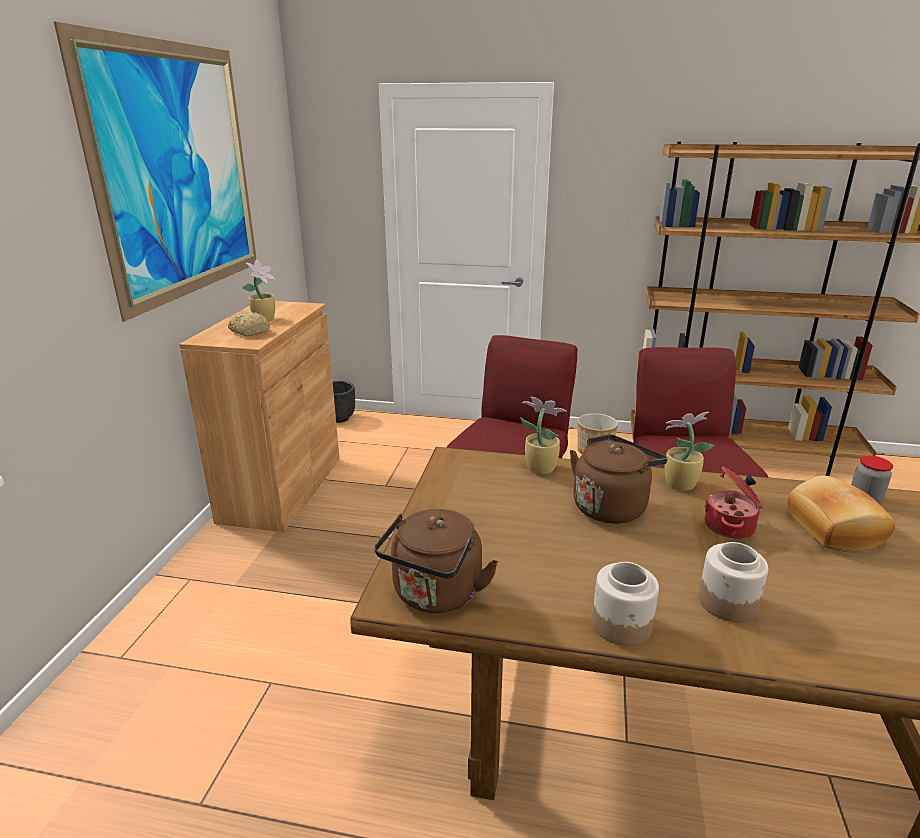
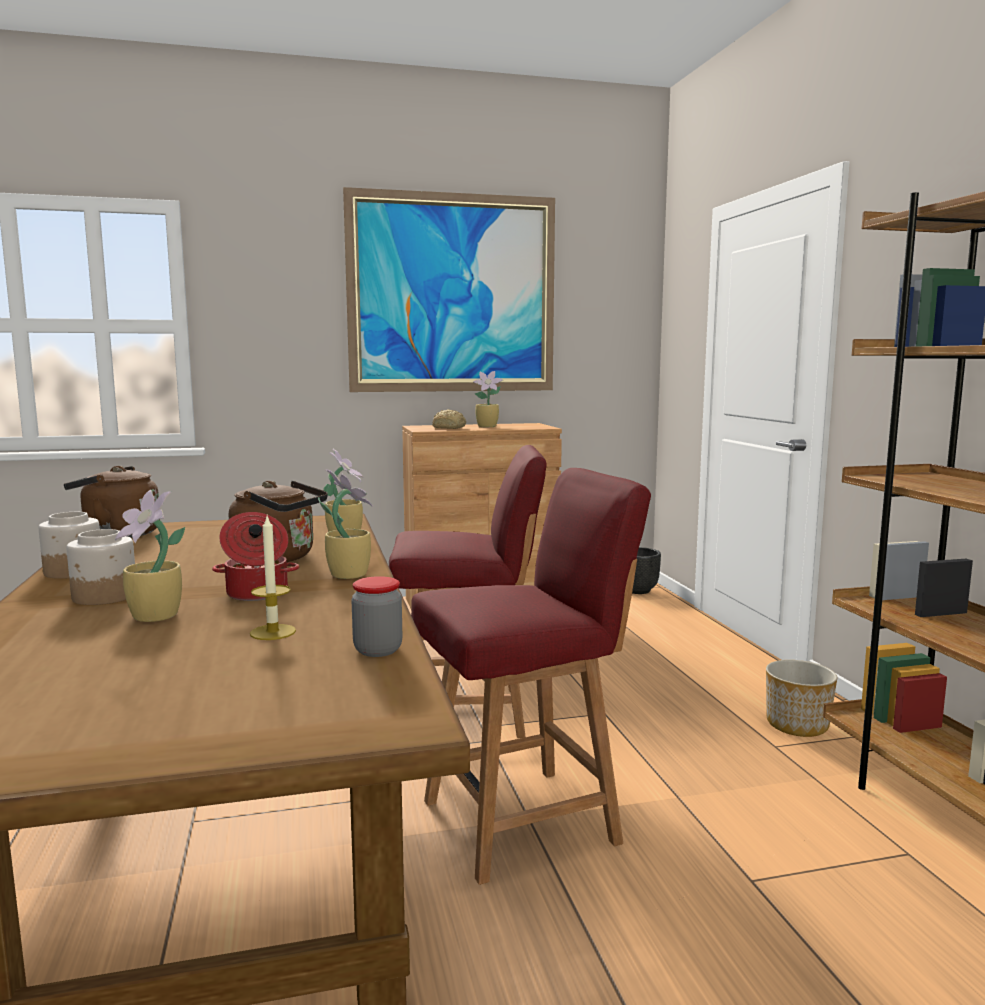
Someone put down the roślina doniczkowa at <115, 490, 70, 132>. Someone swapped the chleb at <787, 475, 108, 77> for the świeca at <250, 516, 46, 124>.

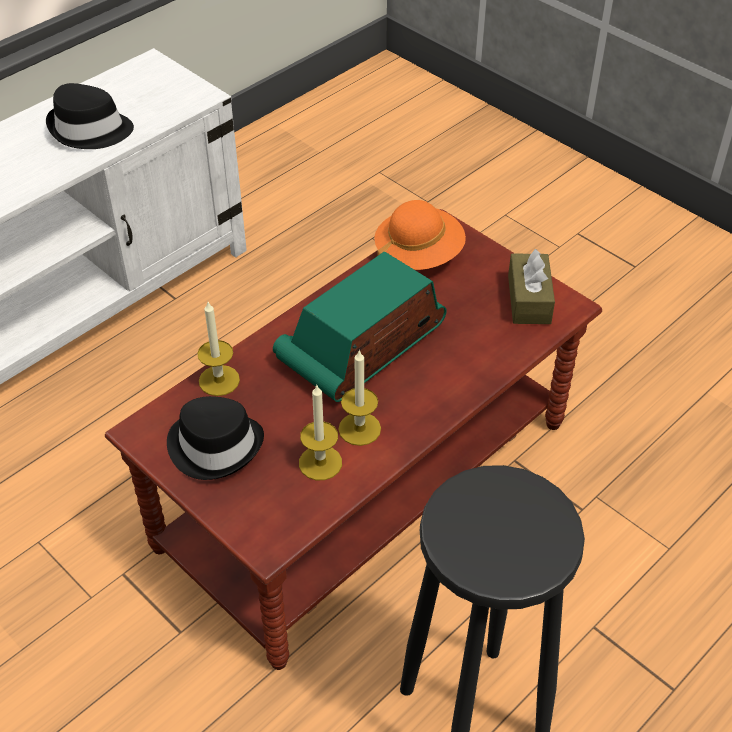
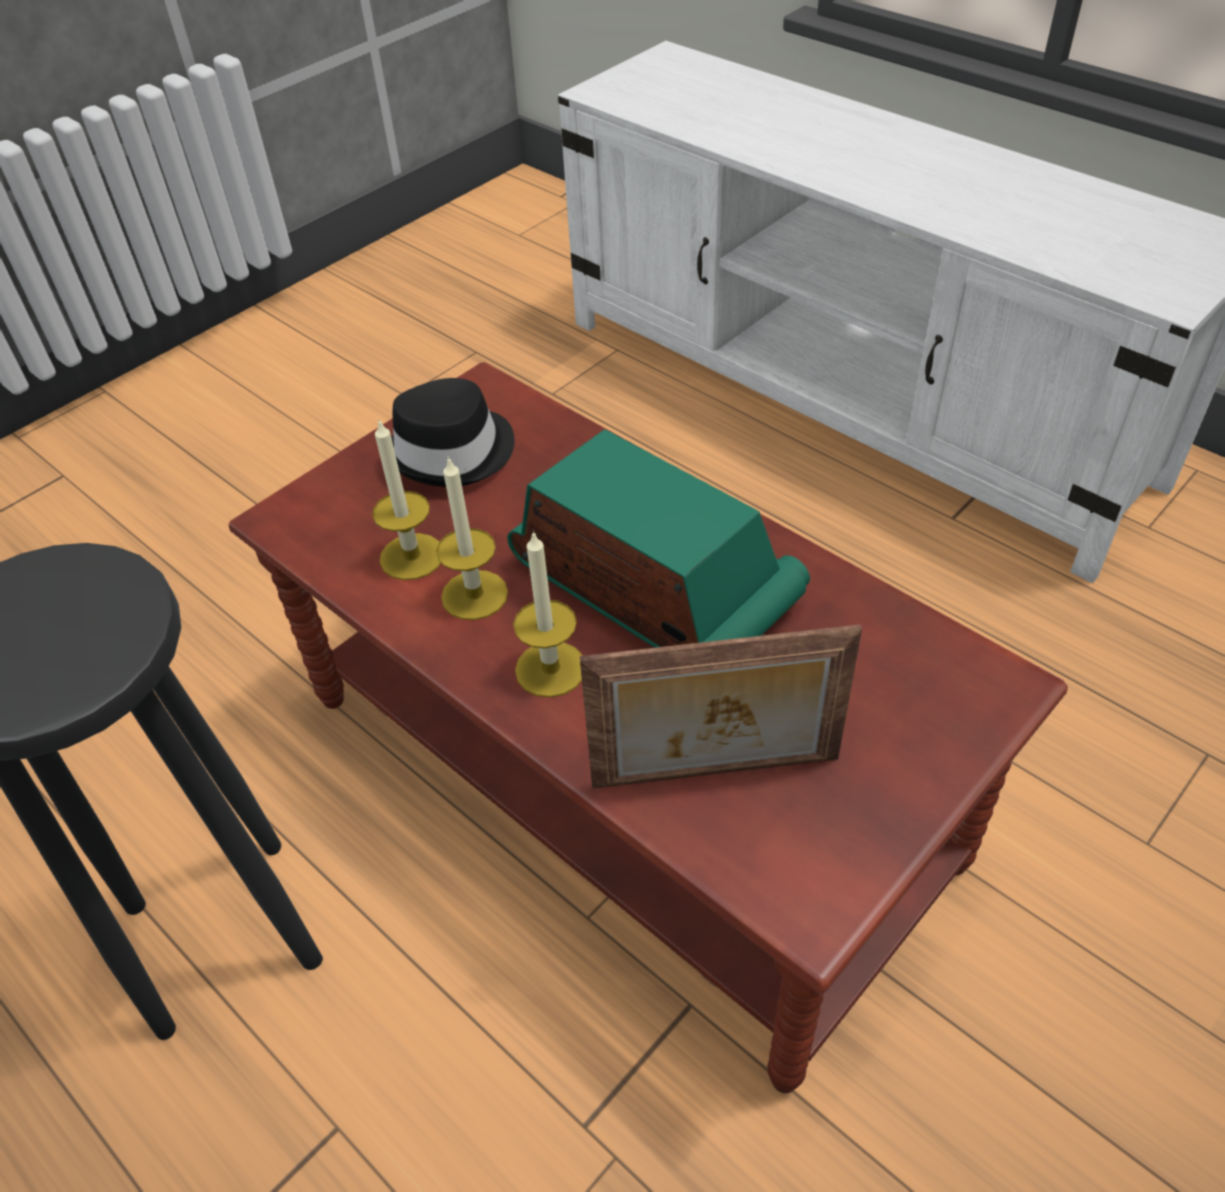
Someone took away the kapelusz/czarny at <46, 83, 88, 66>. Someone took away the kapelusz/pomarańczowy at <374, 200, 92, 70>. Someone took away the pudełko chusteczek/brązowy at <508, 249, 47, 75>. Someone put down the ramka na zdjęcie at <580, 624, 282, 165>. Someone carried the świeca from <197, 302, 43, 94> to <513, 530, 70, 168>.

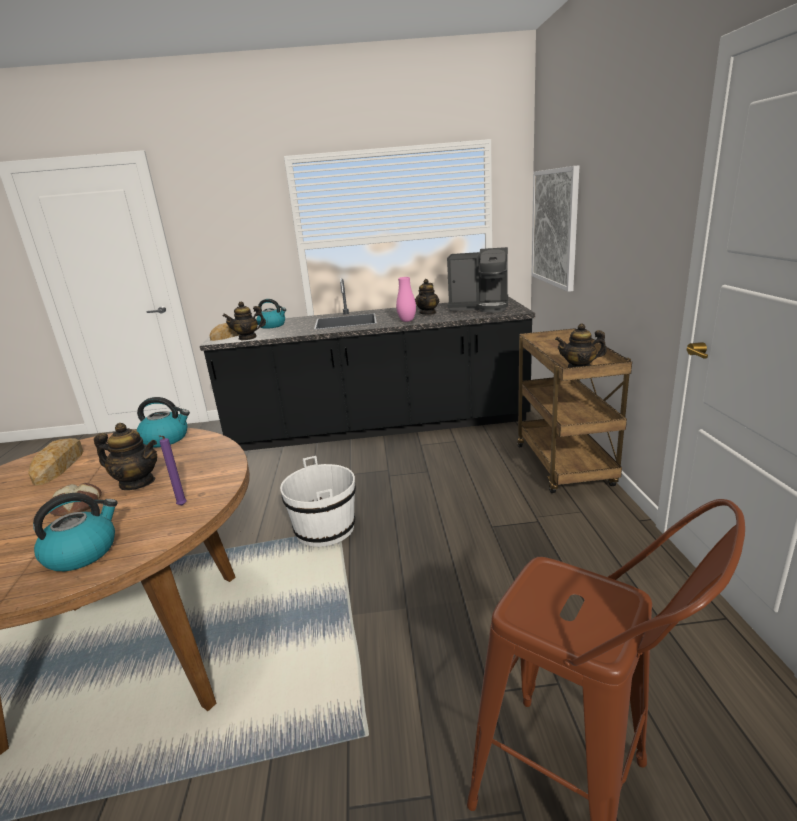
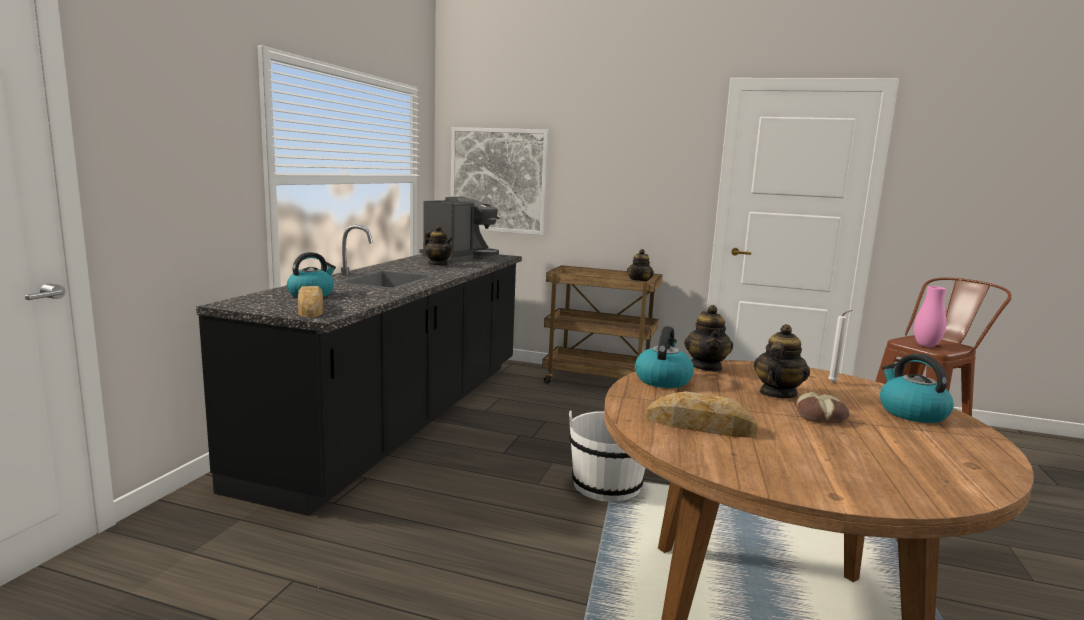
Someone carried the imbryk from <223, 302, 43, 38> to <684, 305, 49, 67>. Someone carried the wazon/różowy from <396, 277, 20, 45> to <914, 286, 32, 61>. Someone repainted the świeca/fioletowy at <159, 435, 28, 71>, which became the świeca/biały at <828, 310, 24, 73>.

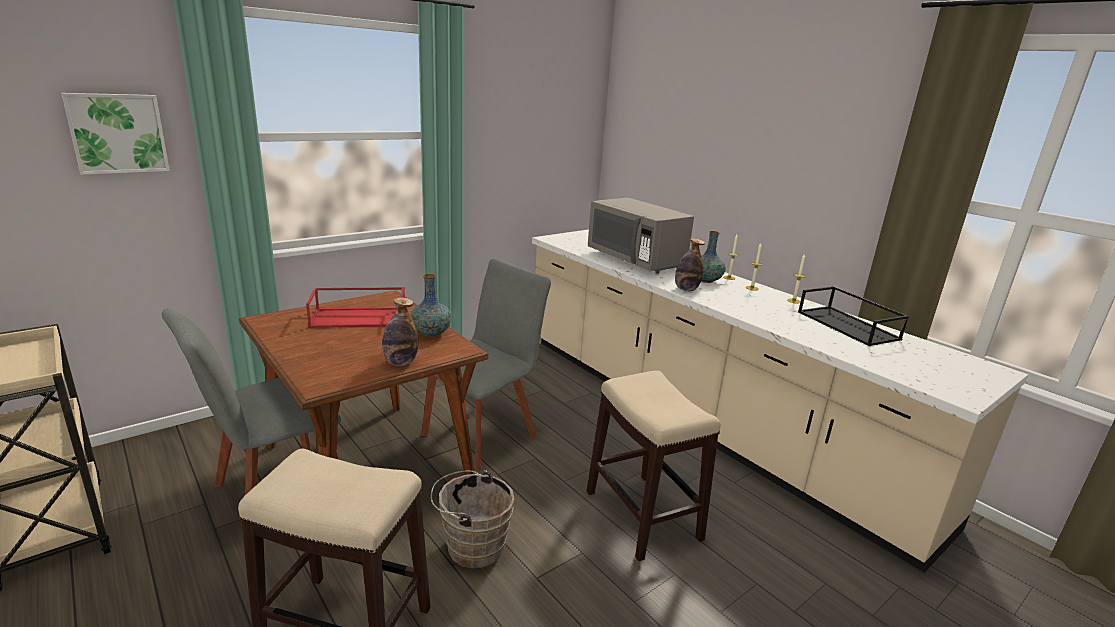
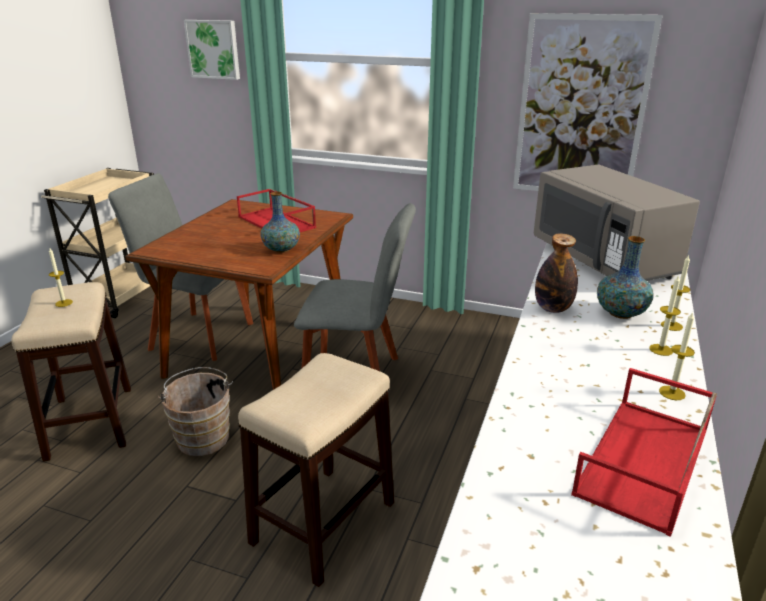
Someone took away the butelka at <382, 297, 36, 69>. Someone put down the świeca at <49, 249, 24, 58>. Someone put up the obraz at <513, 13, 150, 178>. Someone repainted the taca/czarny at <798, 286, 111, 60>, which became the taca/czerwony at <571, 368, 146, 169>. Someone rotated the mikrofalówka/szary at <588, 198, 106, 76> by 45 degrees counterclockwise.

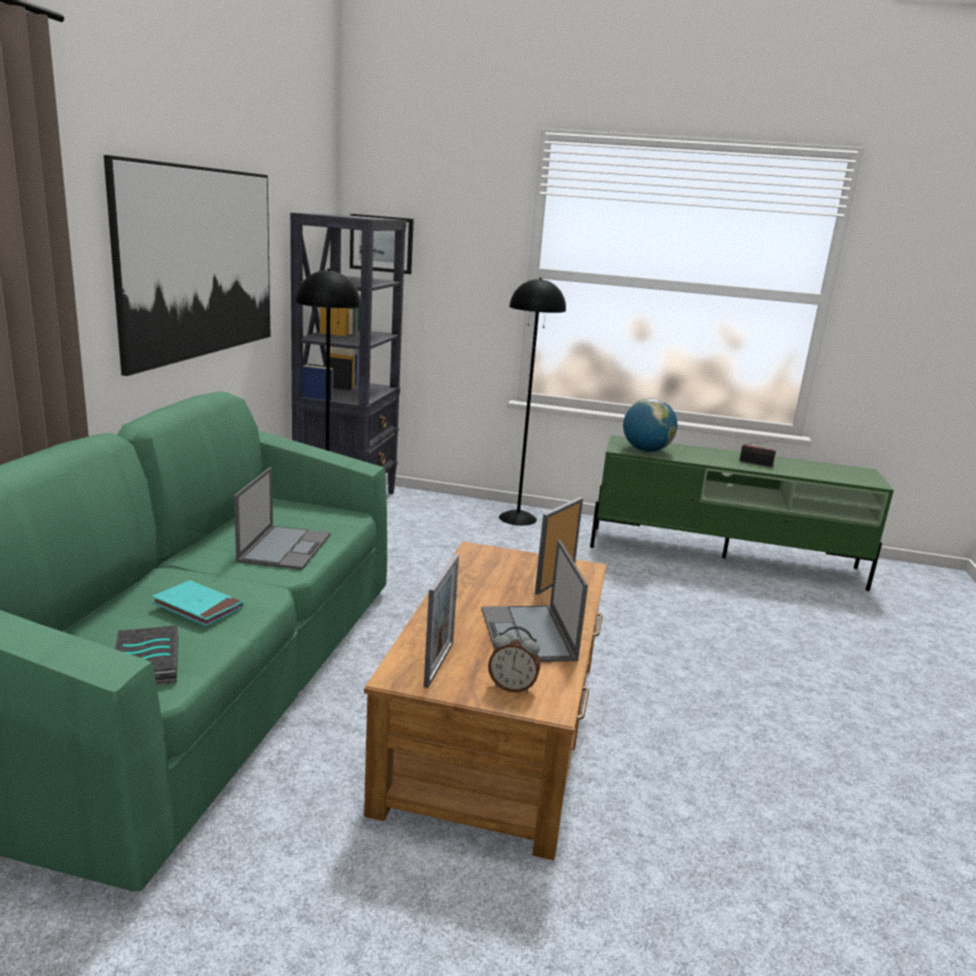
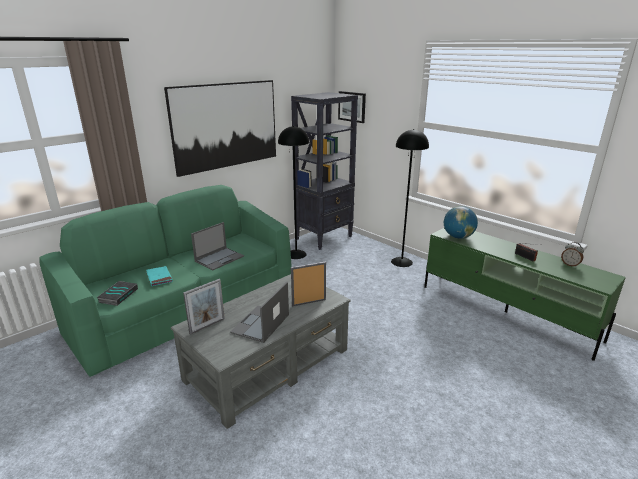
Someone carried the budzik from <488, 626, 52, 67> to <561, 242, 23, 25>. Someone repainted the ława/brązowy at <364, 541, 243, 319>, which became the ława/szary at <171, 274, 180, 155>.

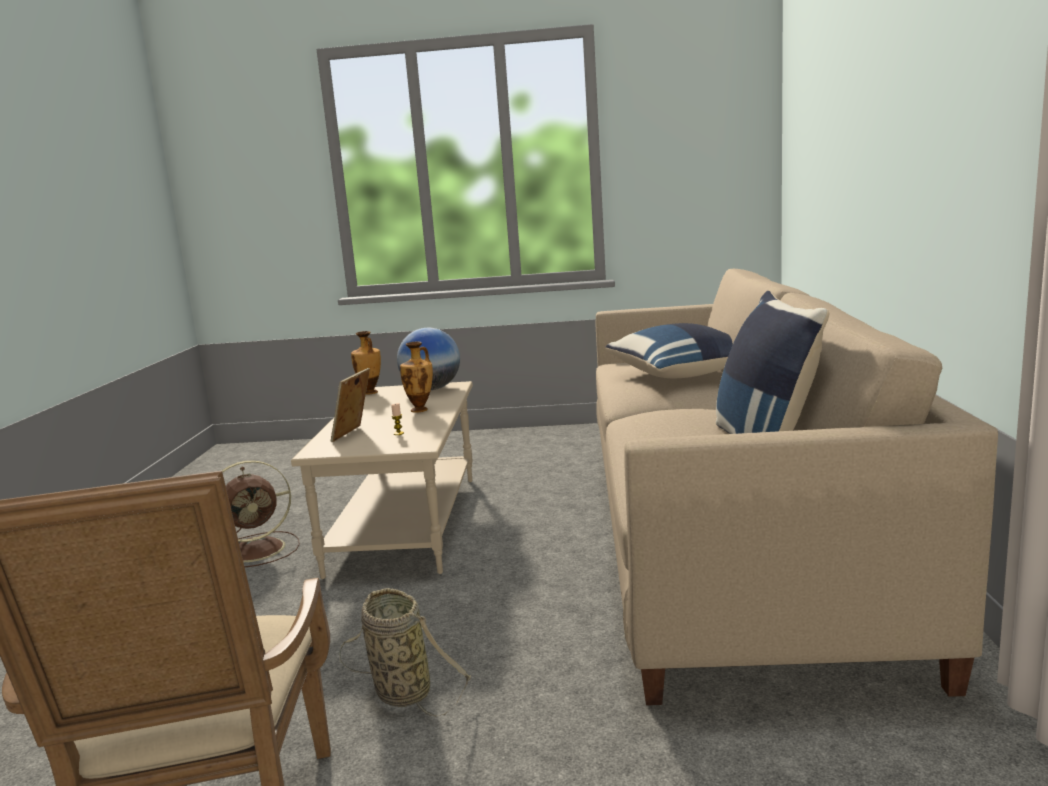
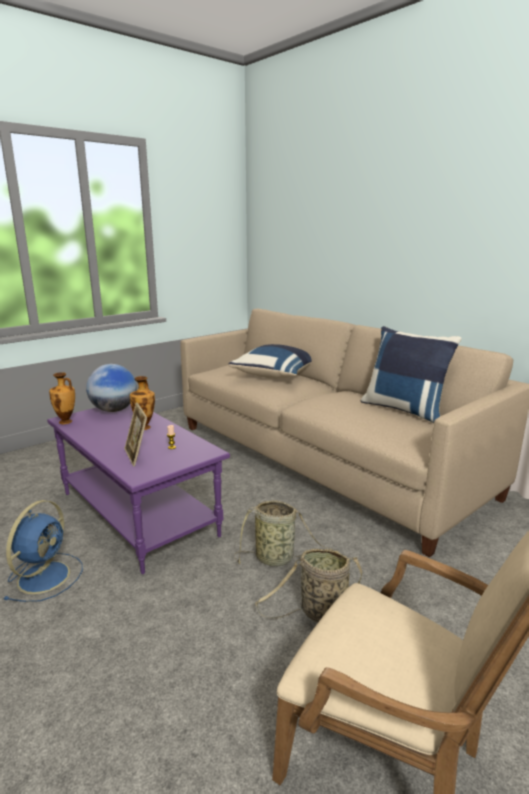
Someone put down the koszyk at <234, 500, 99, 66>. Someone repainted the wentylator/brązowy at <222, 460, 78, 107>, which became the wentylator/niebieski at <3, 500, 80, 102>. Someone repainted the ława/beżowy at <291, 381, 182, 198>, which became the ława/fioletowy at <47, 404, 183, 170>.

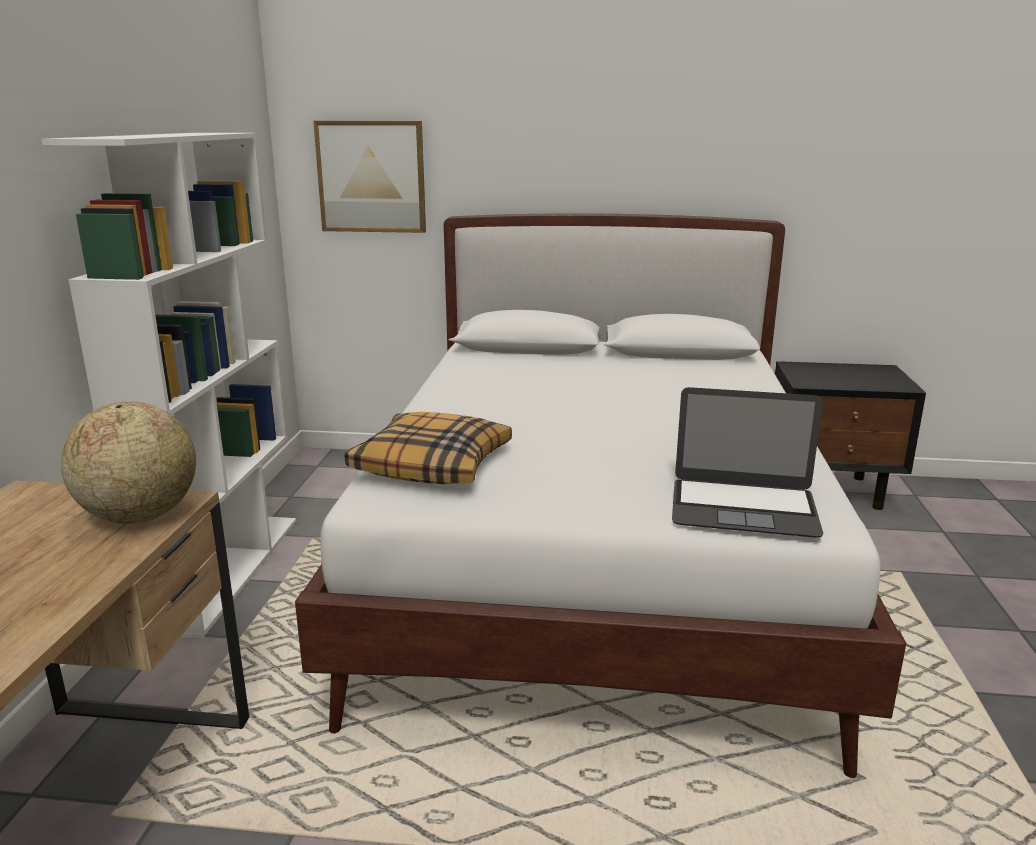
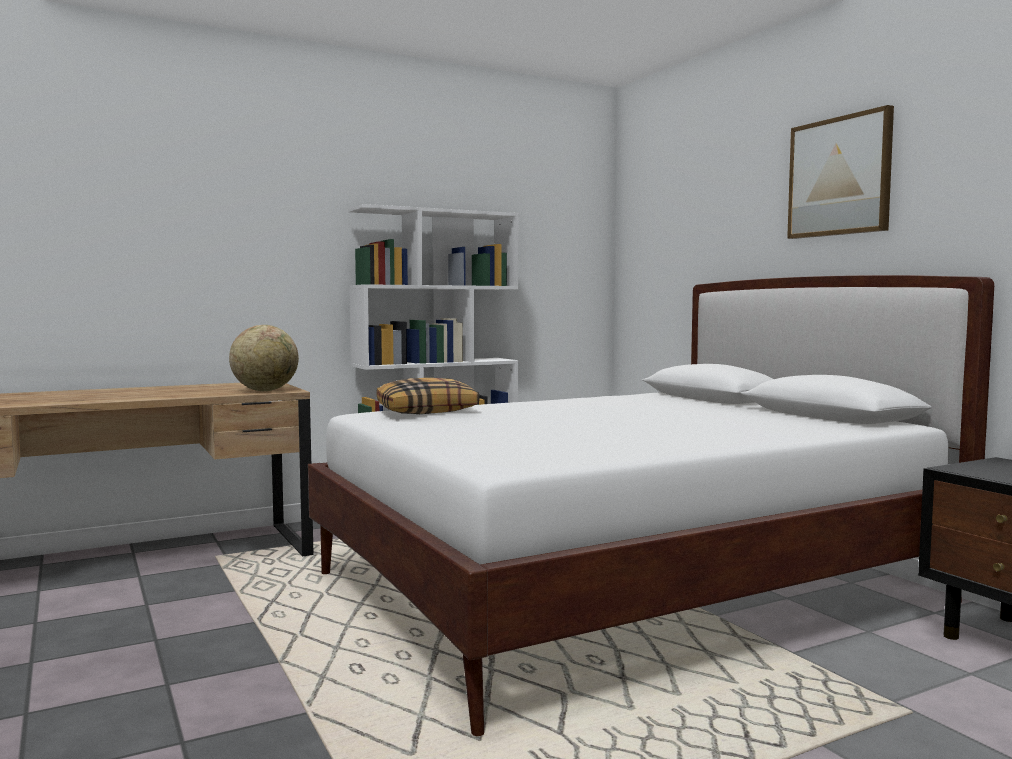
Someone took away the laptop at <672, 387, 151, 151>. Someone carried the obraz from <313, 121, 113, 112> to <787, 105, 107, 134>.

